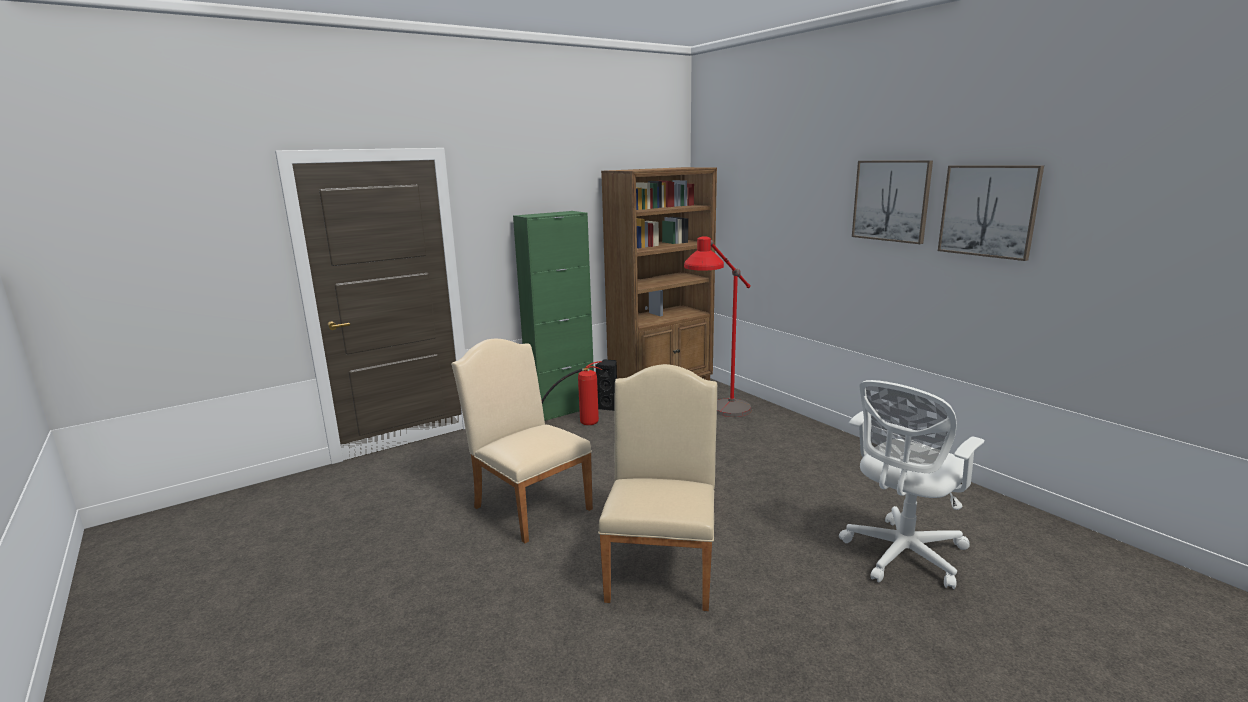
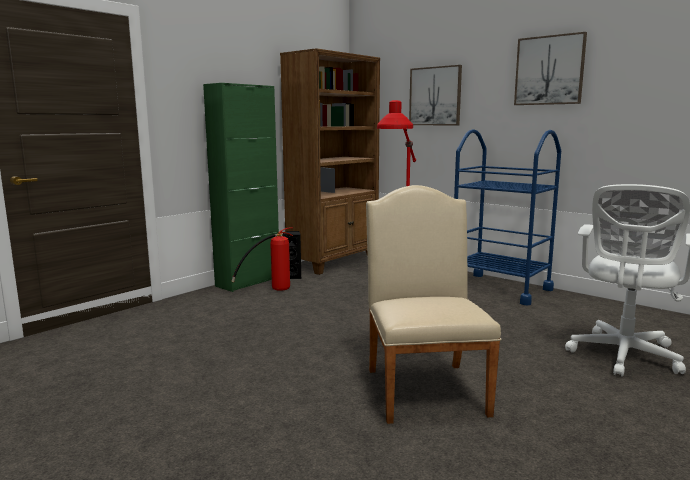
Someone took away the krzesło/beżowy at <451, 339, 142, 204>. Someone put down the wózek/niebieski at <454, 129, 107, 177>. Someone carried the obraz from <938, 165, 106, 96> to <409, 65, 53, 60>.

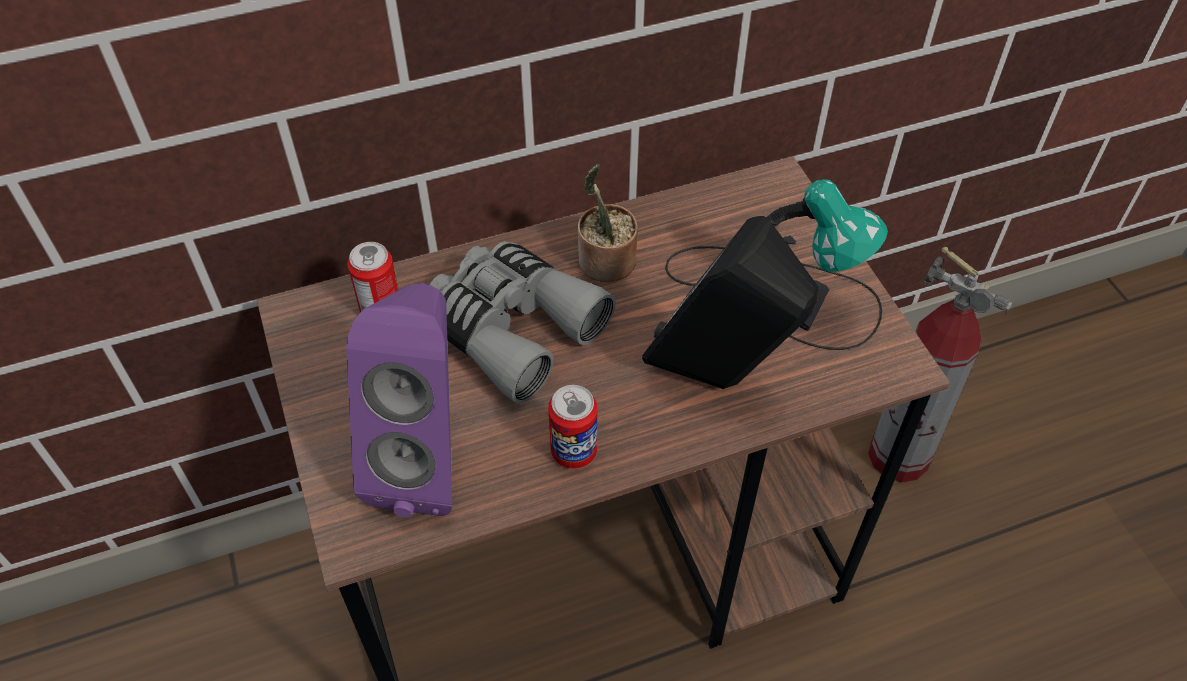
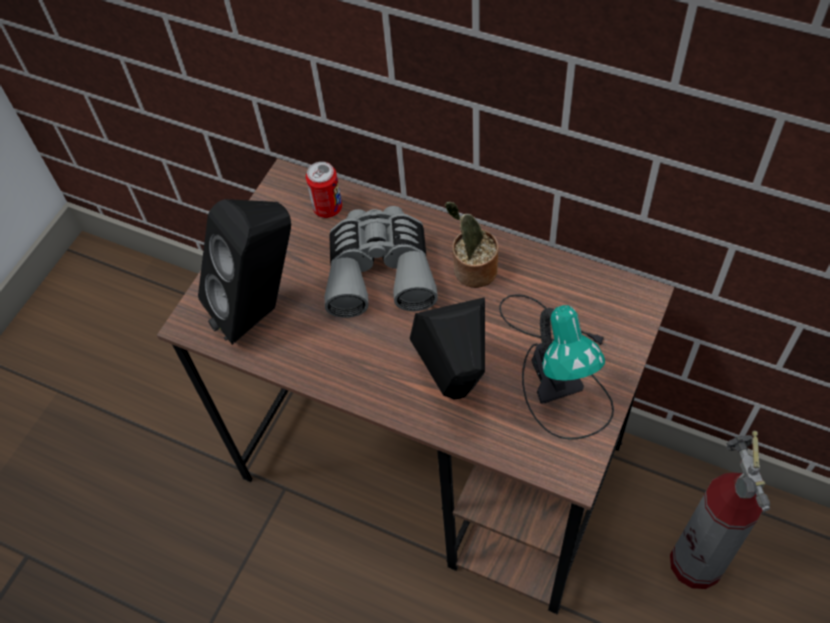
Someone took away the puszka at <548, 385, 49, 84>. Someone repainted the głośnik/fioletowy at <346, 283, 106, 234>, which became the głośnik/czarny at <198, 199, 93, 146>.

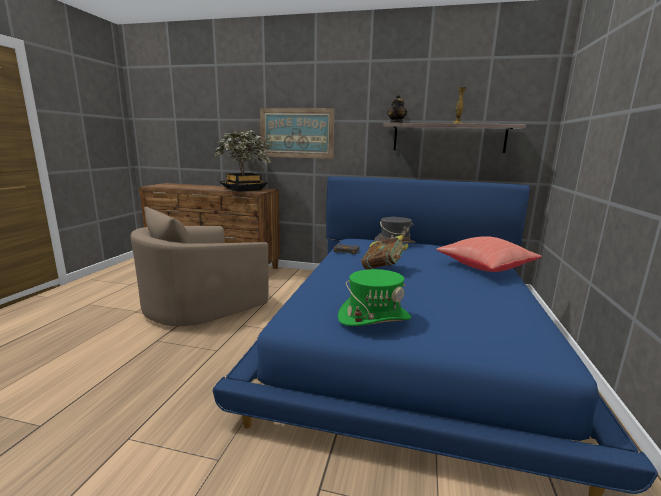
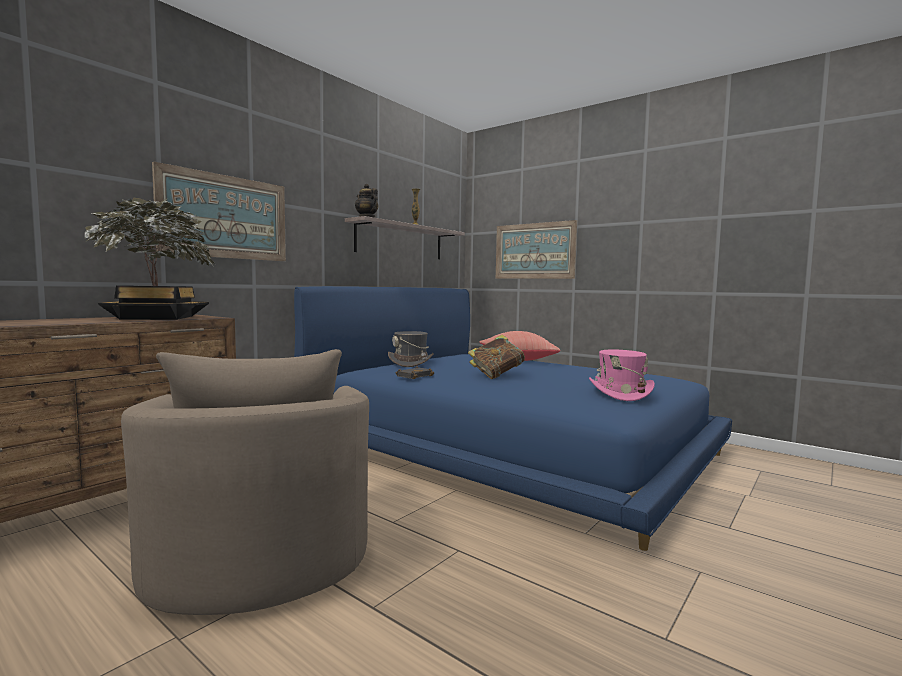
Someone put up the obraz at <496, 220, 81, 59>. Someone repainted the kapelusz/zielony at <338, 269, 73, 57>, which became the kapelusz/różowy at <589, 349, 66, 52>.

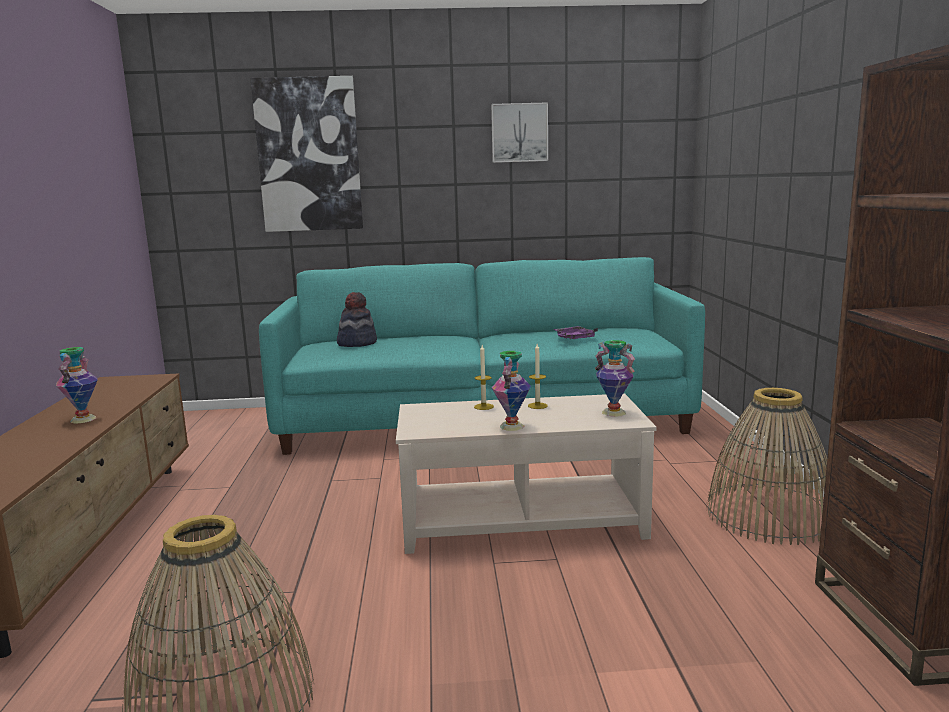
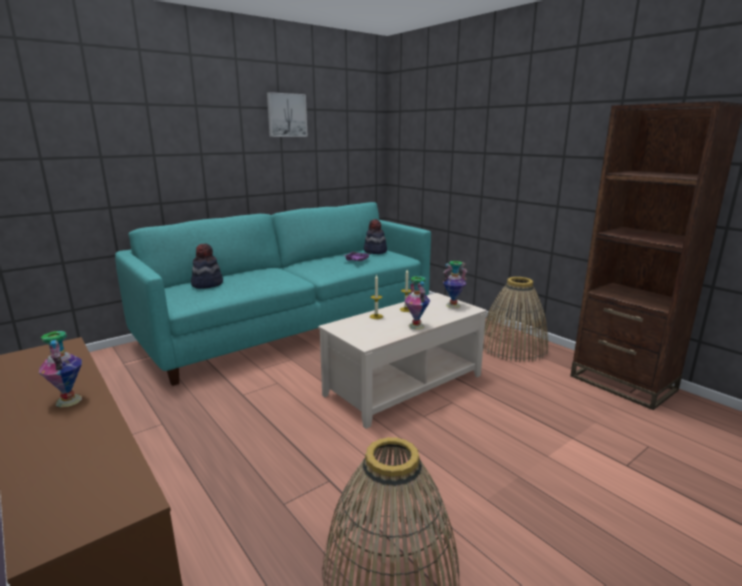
Someone took away the obraz at <250, 76, 113, 156>. Someone put down the kapelusz at <364, 219, 23, 35>.

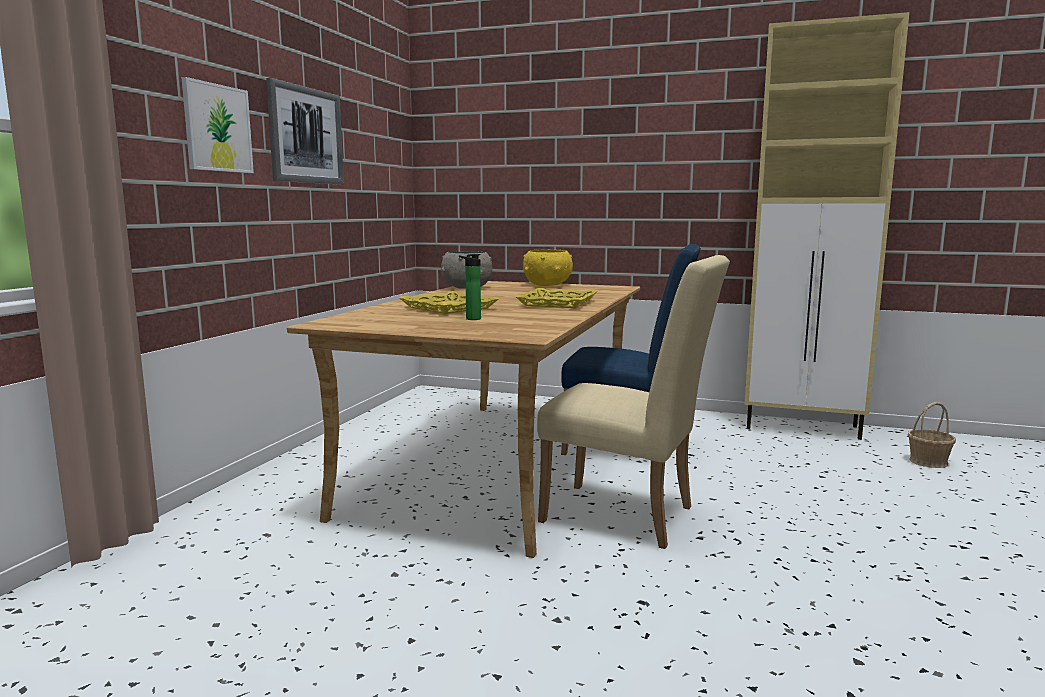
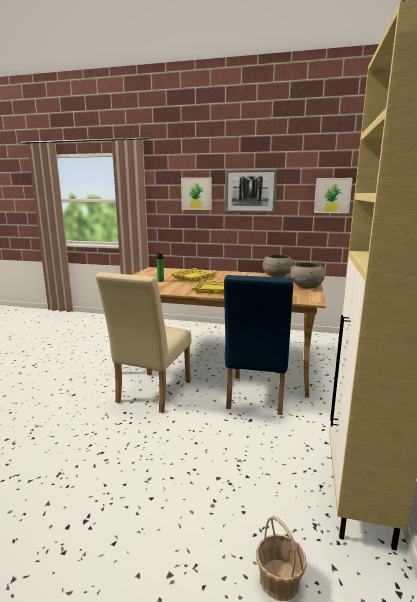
Someone put up the obraz at <314, 178, 39, 35>. Someone repainted the miska/żółty at <523, 250, 50, 36>, which became the miska/szary at <290, 263, 35, 26>.

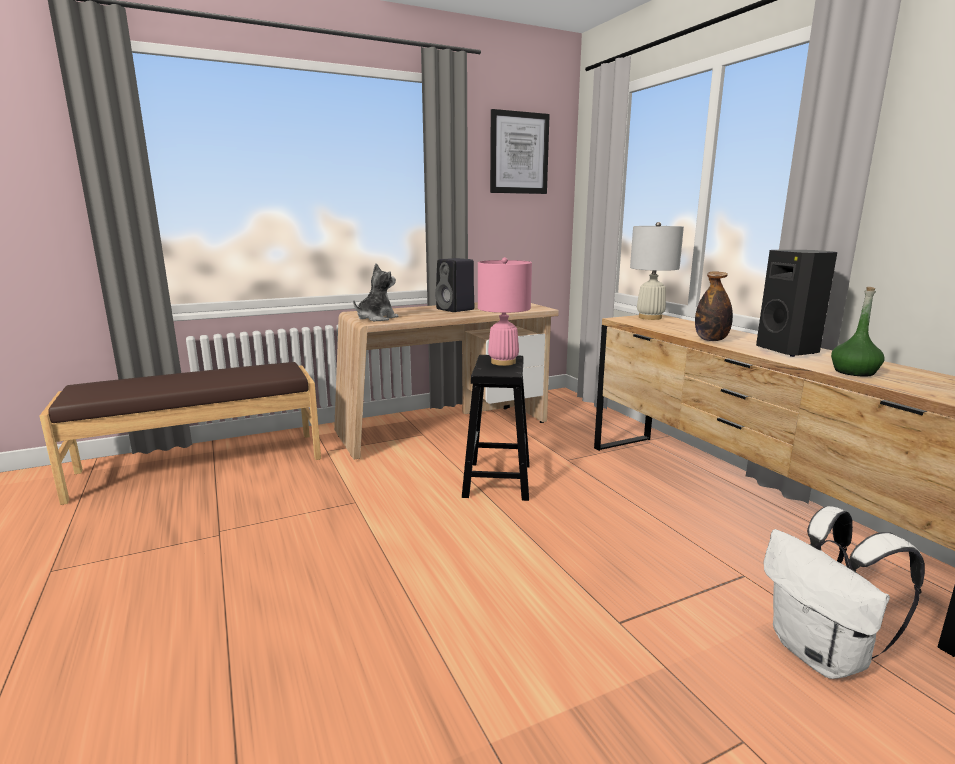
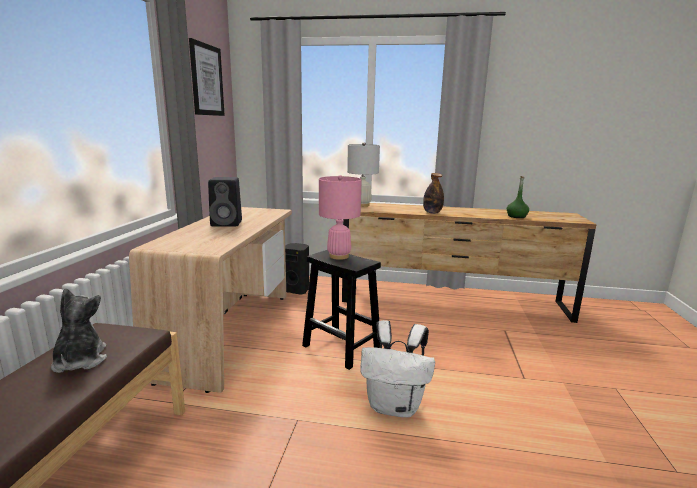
Someone carried the pluszak from <353, 263, 46, 58> to <51, 288, 56, 85>. Someone carried the głośnik/czarny from <756, 250, 81, 107> to <285, 243, 24, 52>. Someone carried the plecak/biały from <763, 506, 162, 173> to <360, 320, 75, 98>.

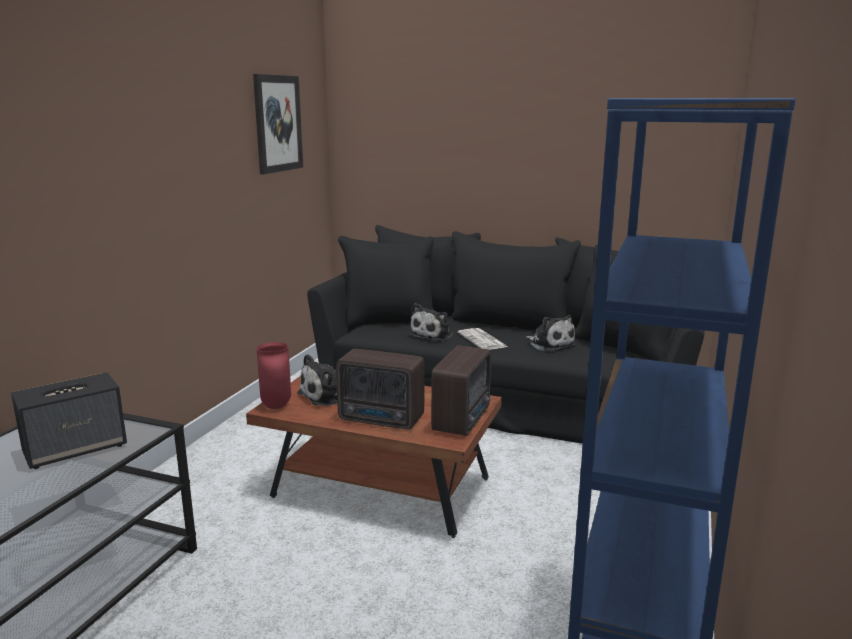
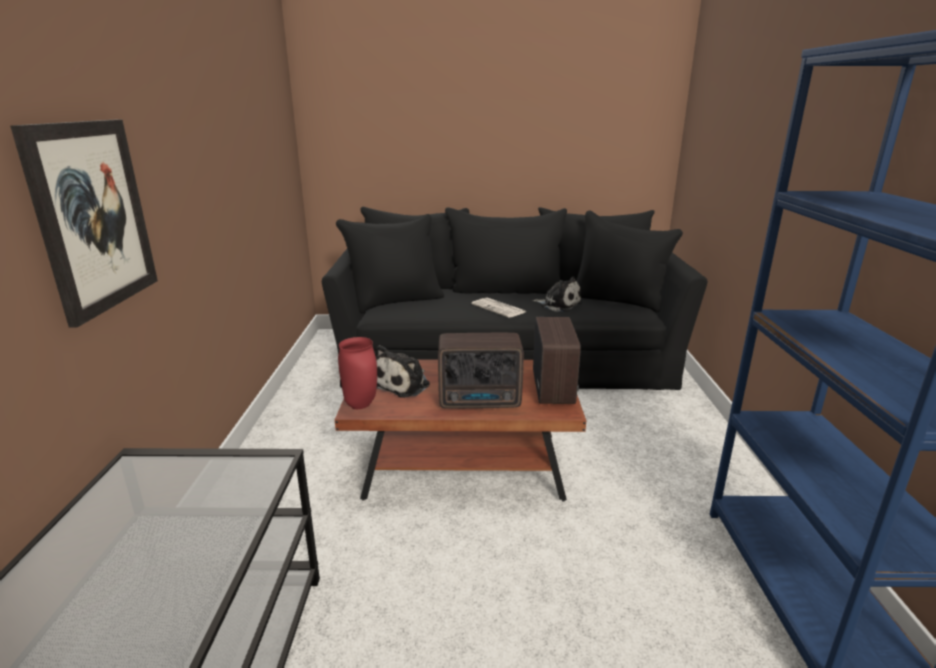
Someone took away the głośnik at <11, 372, 116, 97>. Someone took away the pluszak at <409, 303, 44, 38>. Someone carried the obraz from <253, 74, 50, 100> to <10, 120, 148, 207>.

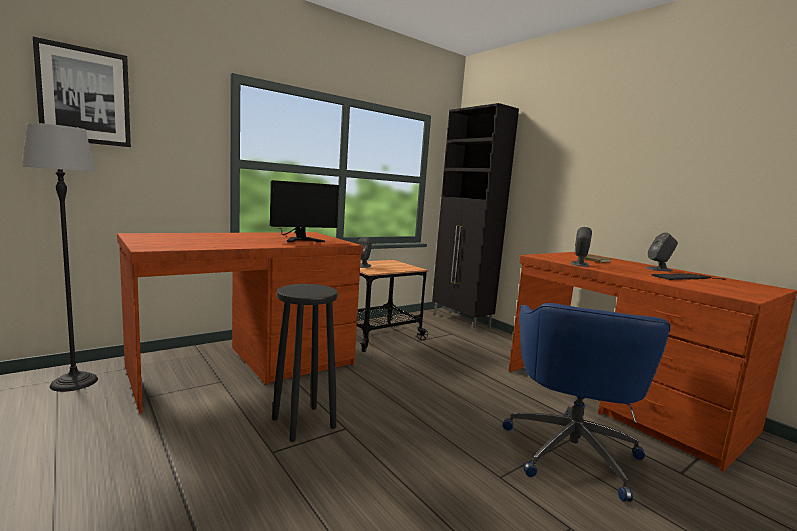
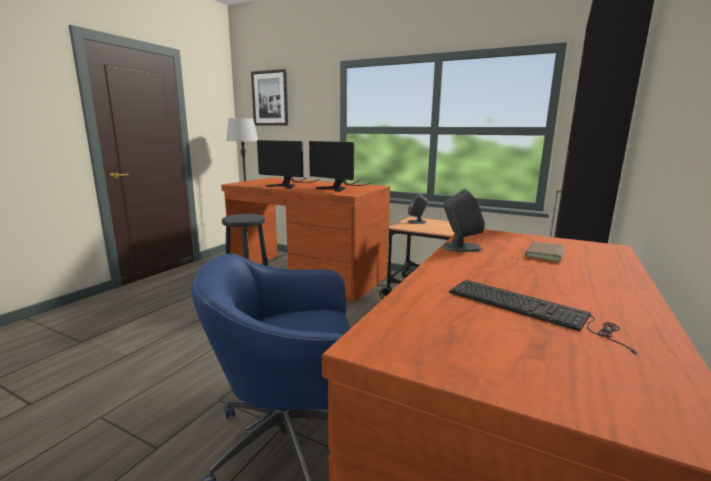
Someone took away the głośnik/szary at <646, 232, 32, 39>. Someone put down the monitor at <257, 140, 62, 49>.

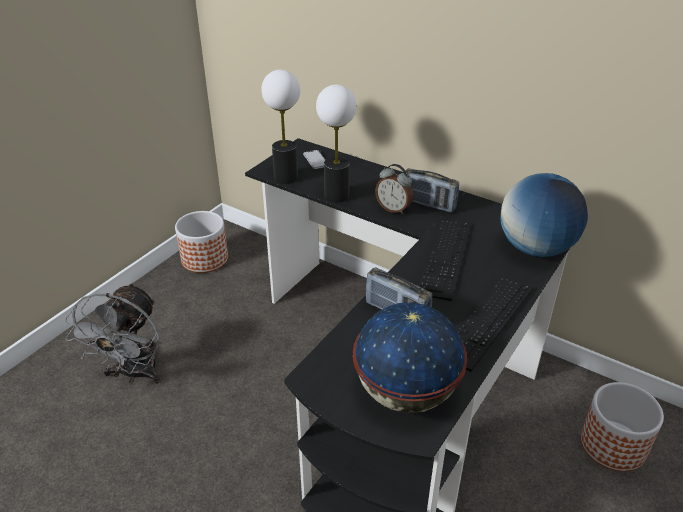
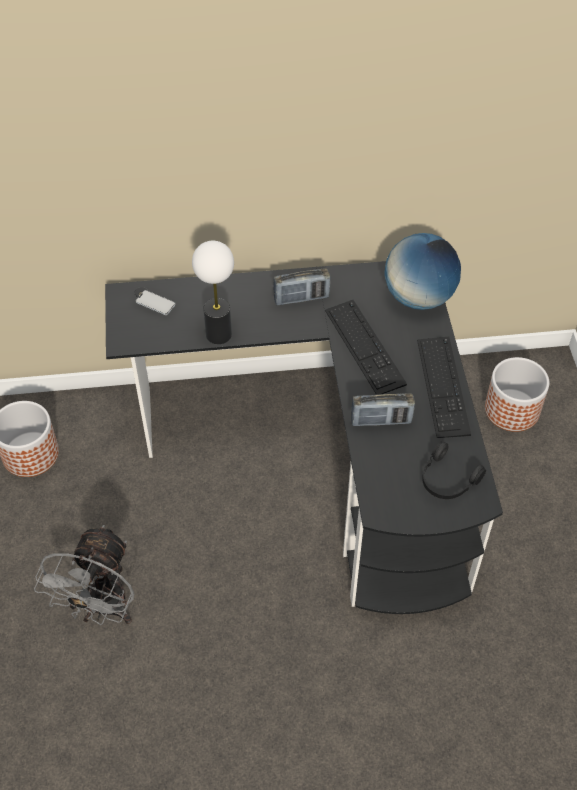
Someone took away the lampa stołowa at <261, 70, 39, 114>. Someone took away the budzik at <375, 164, 38, 50>. Someone swapped the globus at <353, 302, 114, 111> for the słuchawki/czarny at <422, 442, 64, 57>. Someone rotated the wentylator/szary at <65, 282, 96, 102> by 45 degrees clockwise.

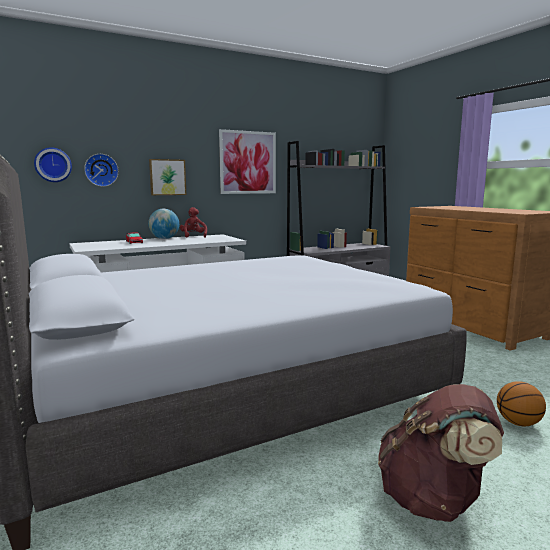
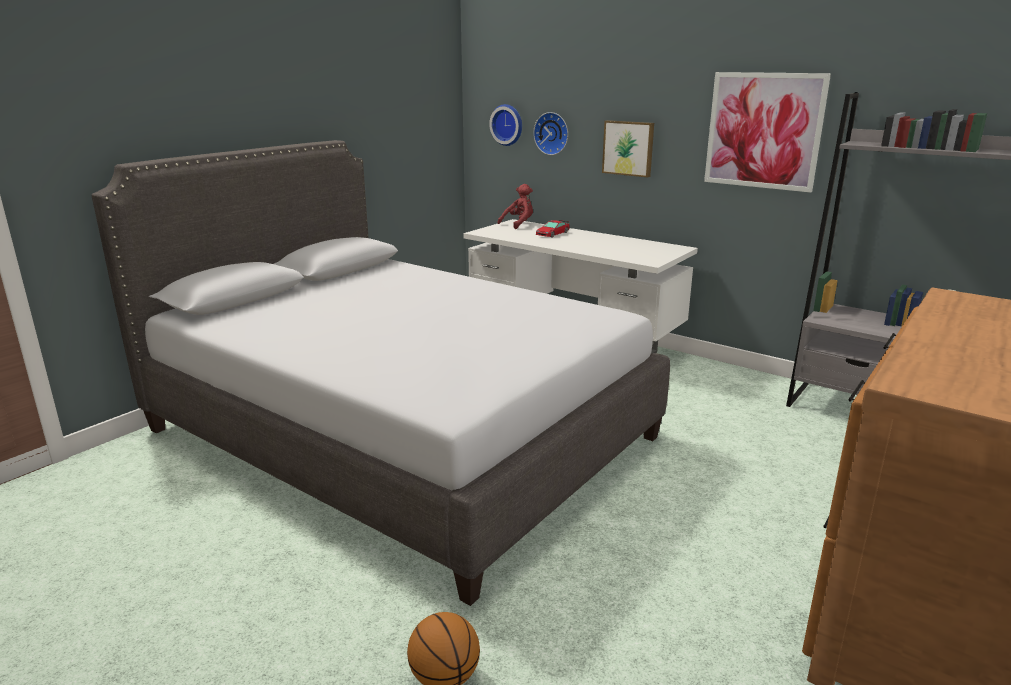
Someone took away the globus at <148, 209, 31, 30>. Someone took away the plecak/brązowy at <378, 384, 126, 138>. Someone carried the pluszak/czerwony from <180, 207, 27, 31> to <498, 184, 35, 45>.

